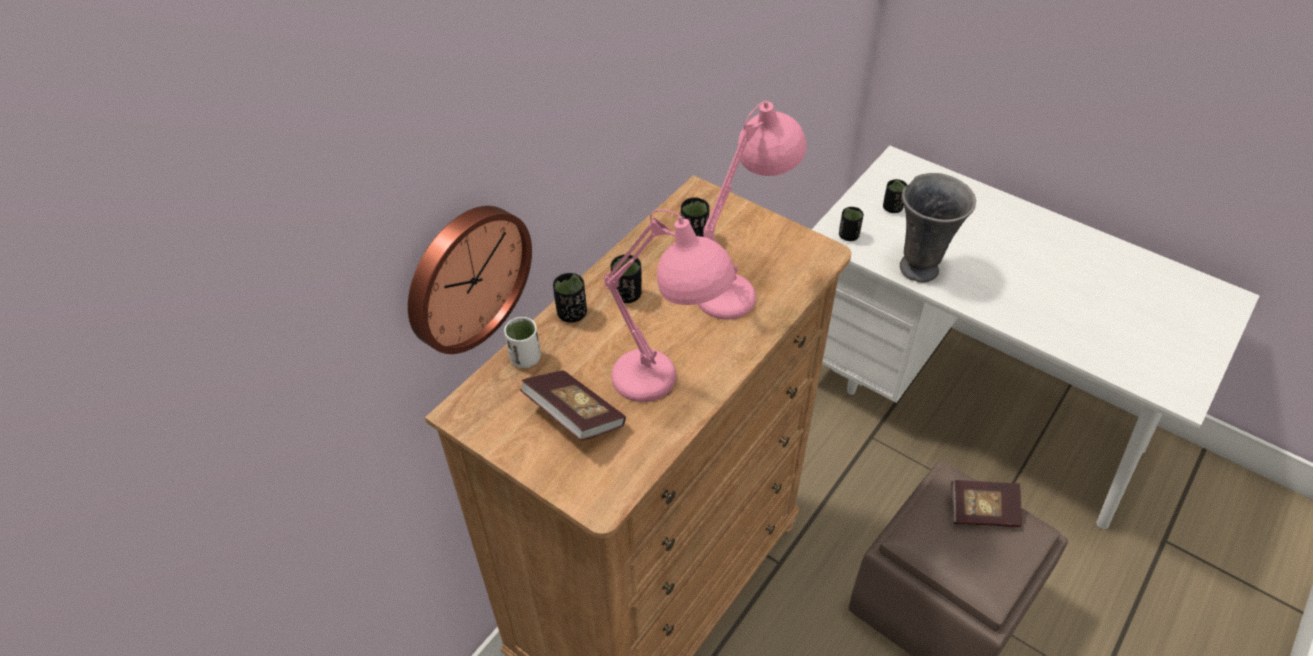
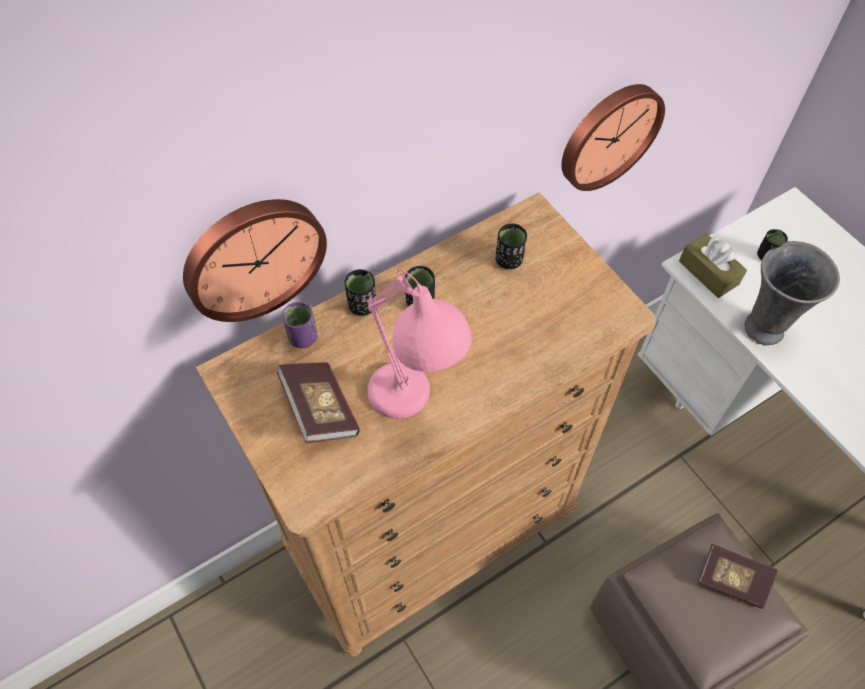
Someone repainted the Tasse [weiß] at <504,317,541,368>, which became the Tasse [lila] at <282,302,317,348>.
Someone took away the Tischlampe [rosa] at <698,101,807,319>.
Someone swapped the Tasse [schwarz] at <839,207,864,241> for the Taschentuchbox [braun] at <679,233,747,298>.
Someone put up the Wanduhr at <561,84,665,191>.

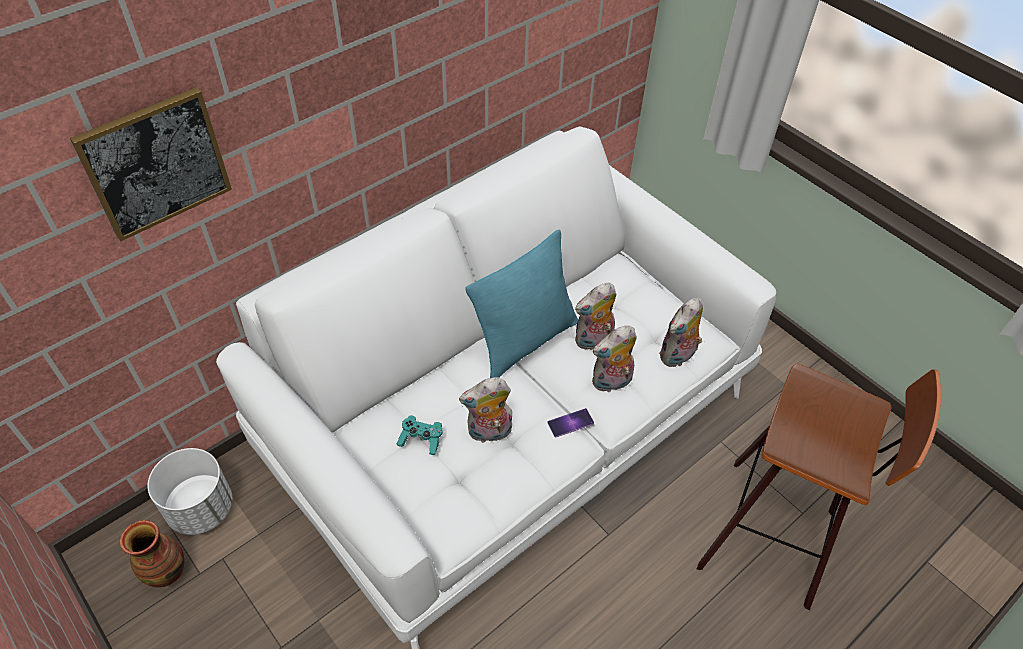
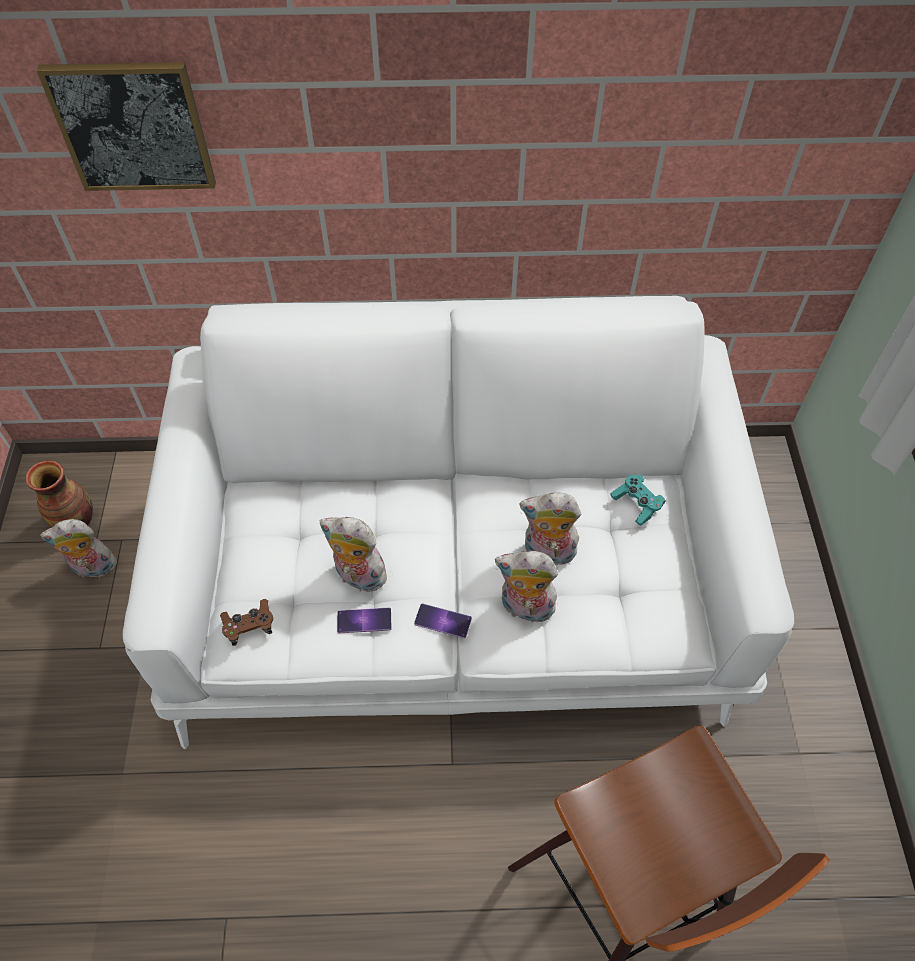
Someone took away the Pflanzkübel [weiß] at <147,448,232,535>.
Someone carried the Gamepad [türkis] from <397,415,443,455> to <610,474,666,526>.
Someone took away the Kissen [türkis] at <465,230,578,378>.
Someone carried the Plüschtier from <659,297,703,368> to <40,519,119,578>.
Someone put down the Gamepad [braun] at <220,599,273,646>.
Someone put down the Handy at <337,608,392,633>.

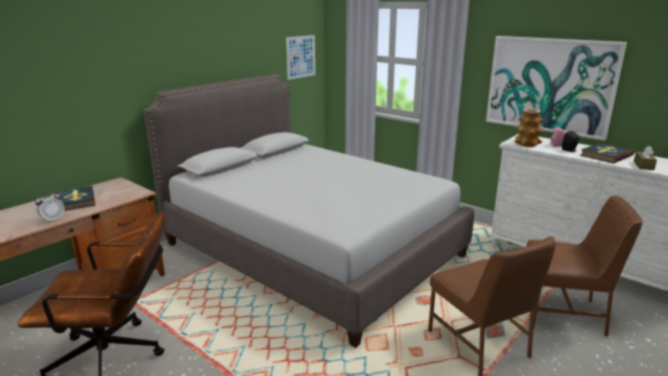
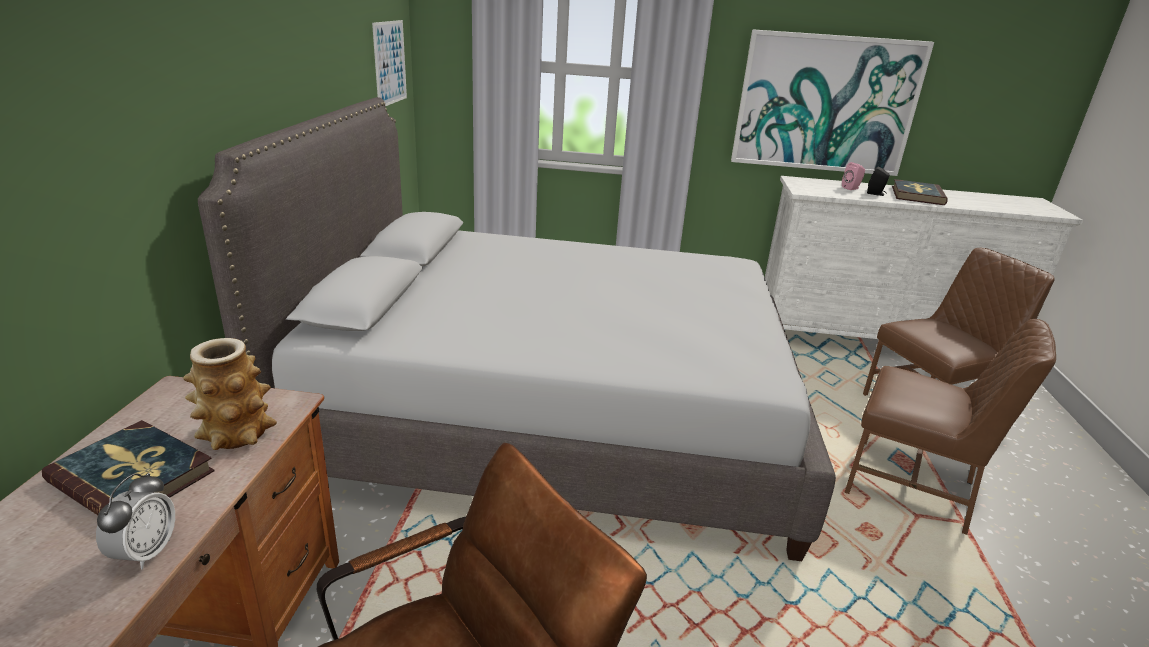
Someone carried the Vase from <514,109,543,147> to <183,338,277,450>.
Someone took away the Taschentuchbox [braun] at <634,146,657,170>.

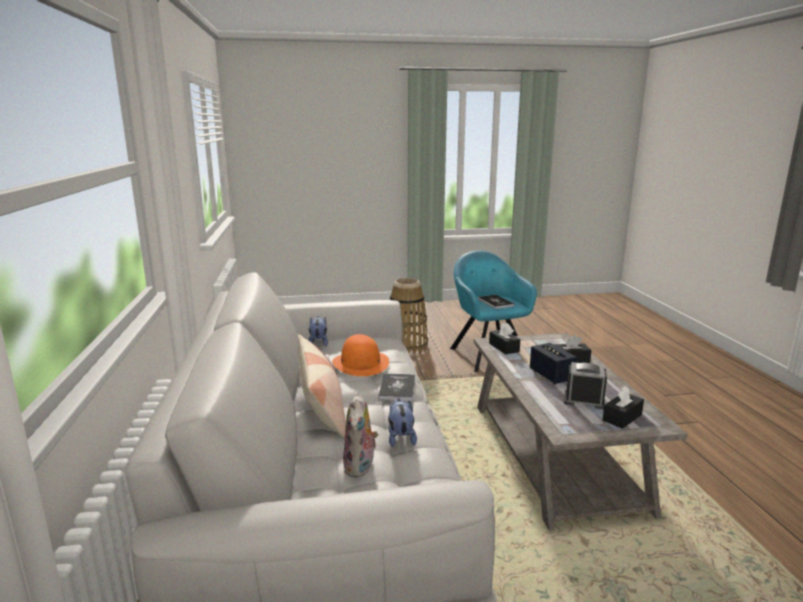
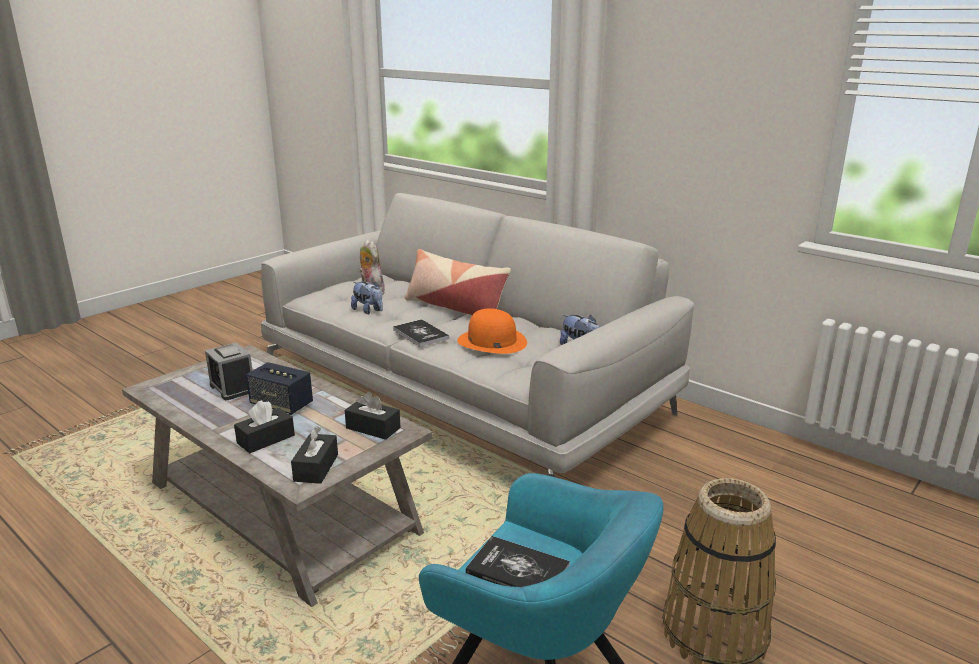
Someone rotated the Wecker at <564,362,607,409> by 75 degrees clockwise.
Someone carried the Taschentuchbox [schwarz] from <603,386,644,429> to <291,426,338,484>.

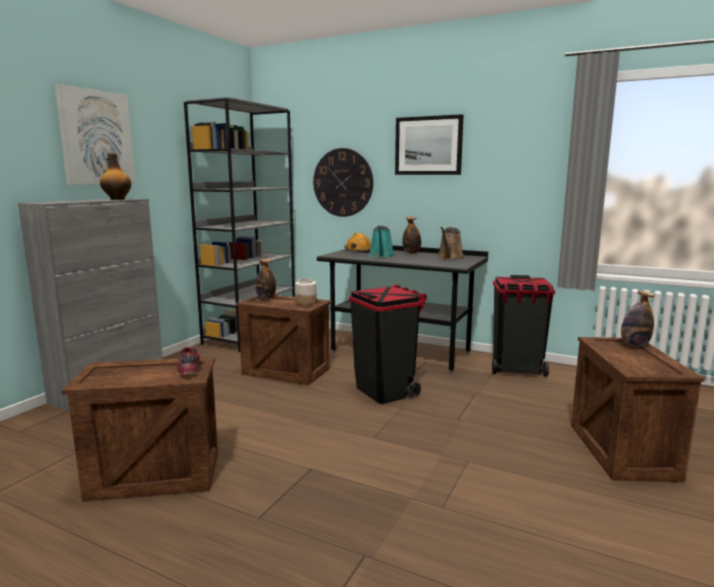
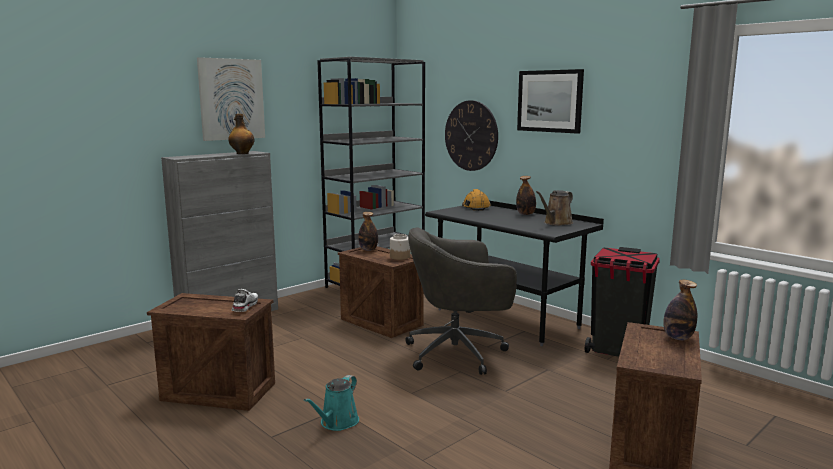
Someone repainted the Schuh [rot] at <177,347,200,375>, which became the Schuh [weiß] at <232,289,258,312>.
Someone swapped the Mülleimer [schwarz] at <349,285,427,404> for the Bürostuhl [grau] at <406,227,517,375>.
Someone carried the Gießkanne [türkis] from <369,226,395,257> to <304,375,359,431>.

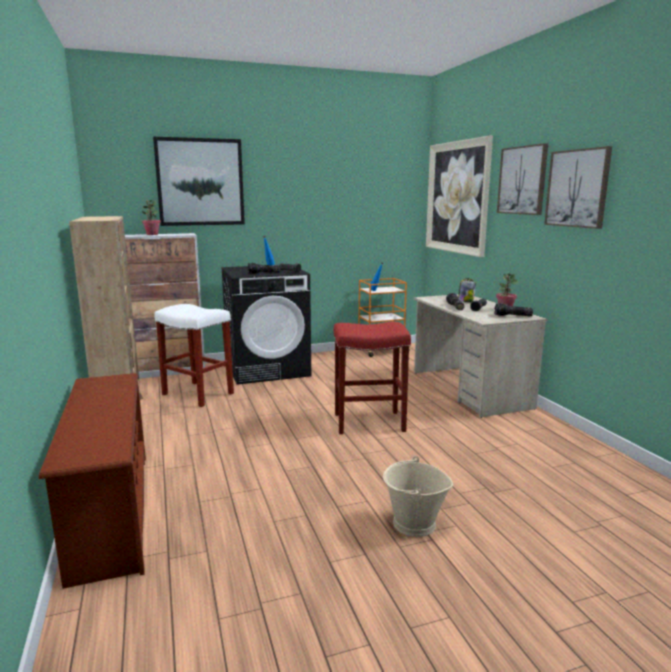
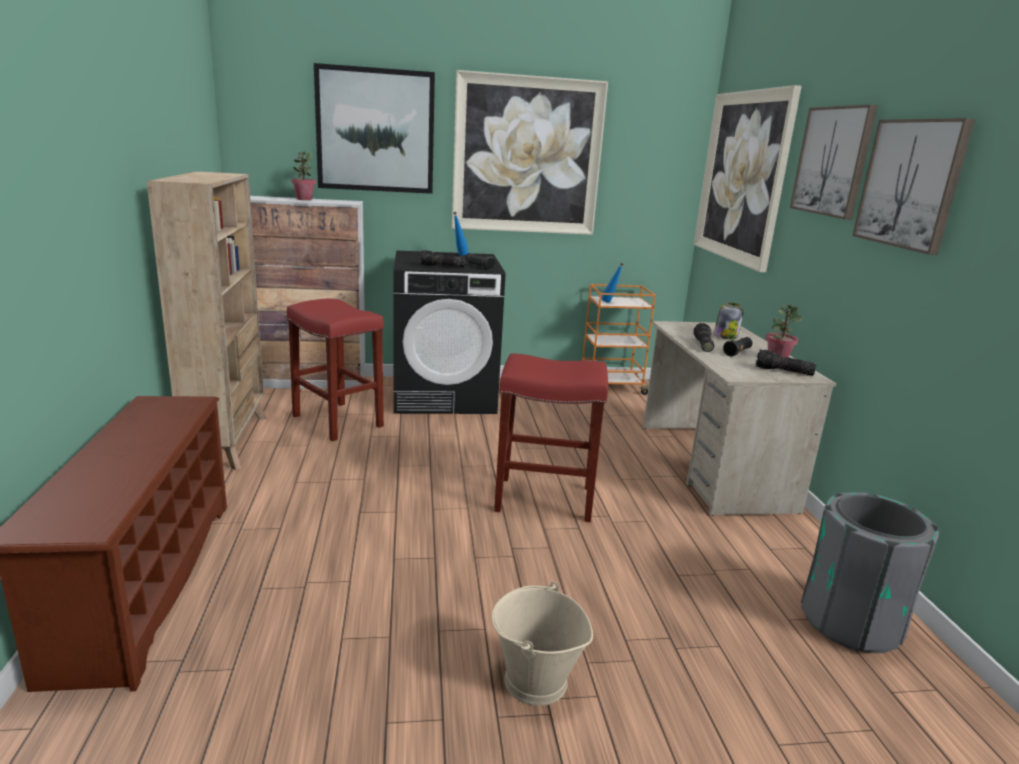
Someone repainted the Hocker [weiß] at <154,304,234,407>, which became the Hocker [rot] at <287,299,384,441>.
Someone put up the Bild at <452,70,608,235>.
Someone put down the Mülleimer [grau] at <801,492,939,653>.

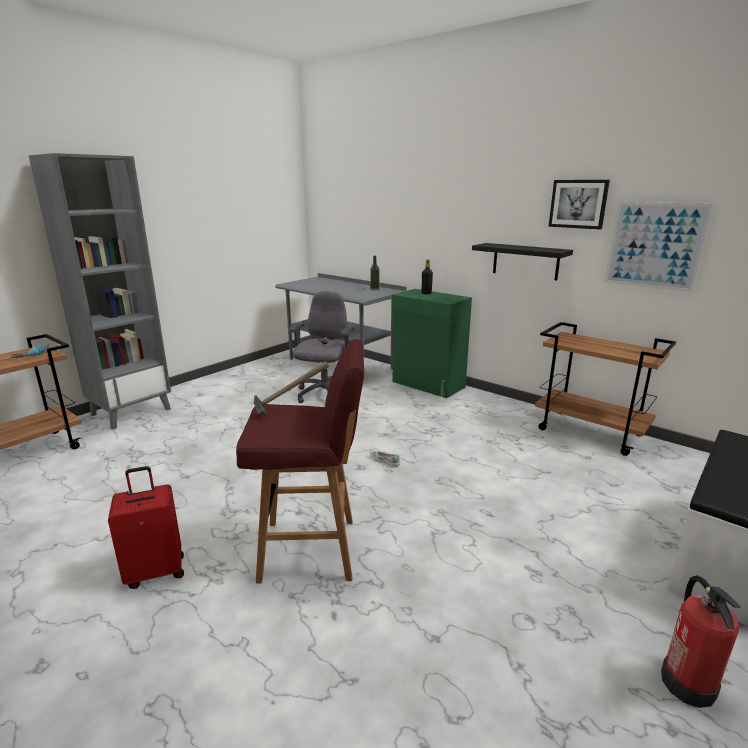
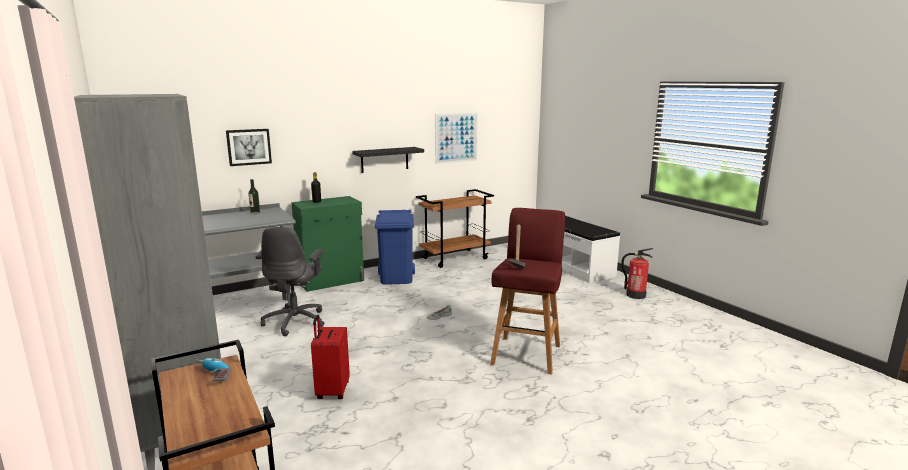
Someone carried the Koffer [rot] from <108,466,184,589> to <311,315,350,399>.
Someone rotated the Bürostuhl [grau] at <289,291,354,403> by 120 degrees counterclockwise.
Someone carried the Bild from <548,180,610,229> to <226,129,272,166>.
Someone put down the Mülleimer [blau] at <375,209,415,285>.

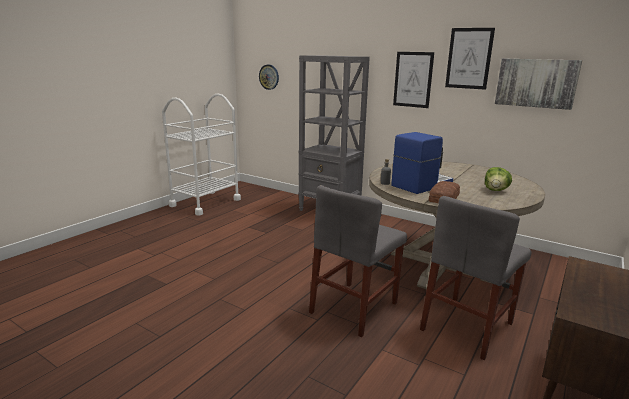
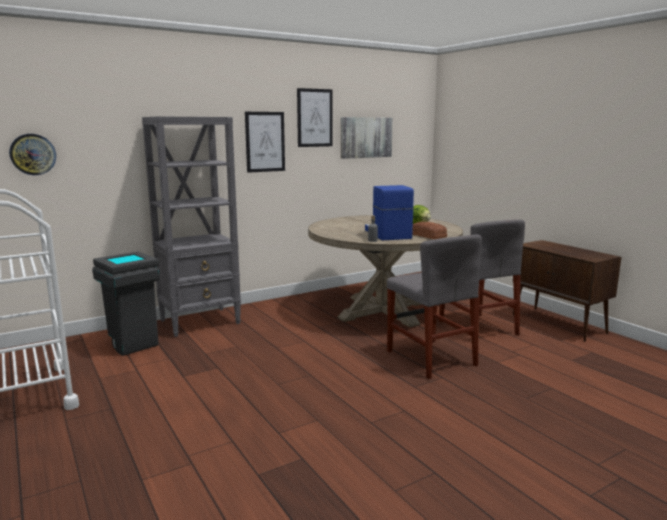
Someone put down the Mülleimer [grau] at <92,251,160,356>.

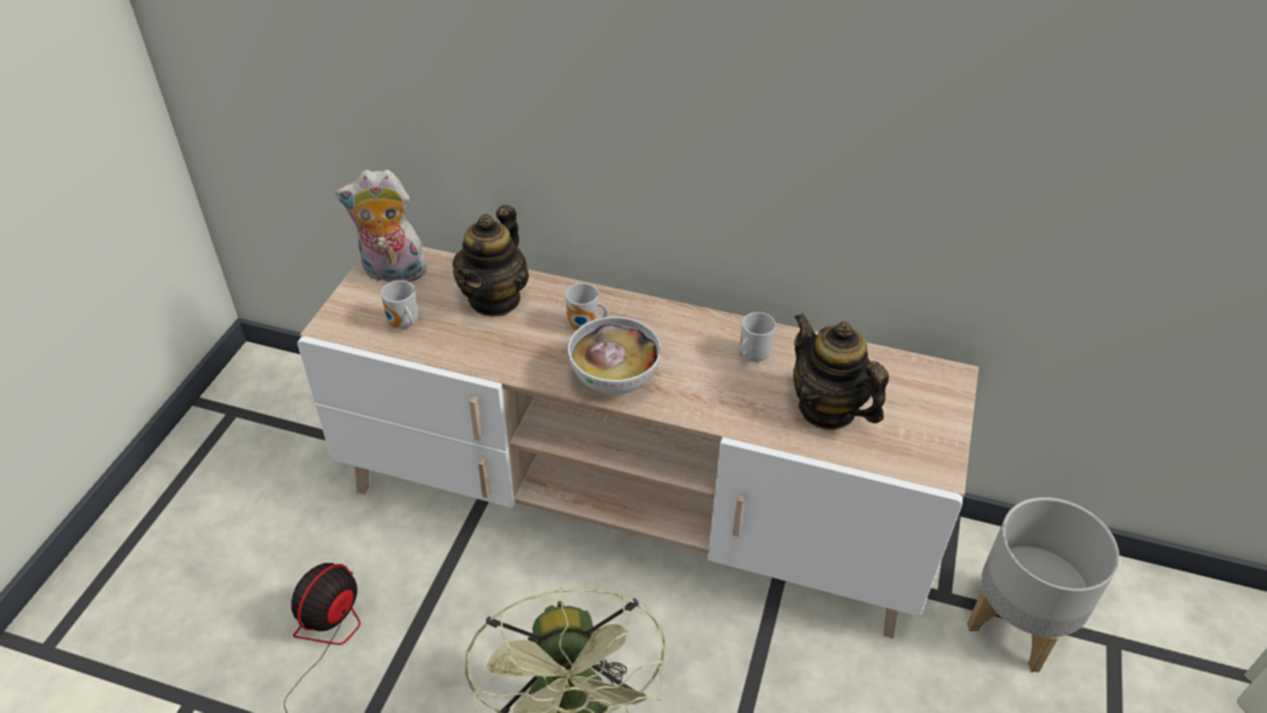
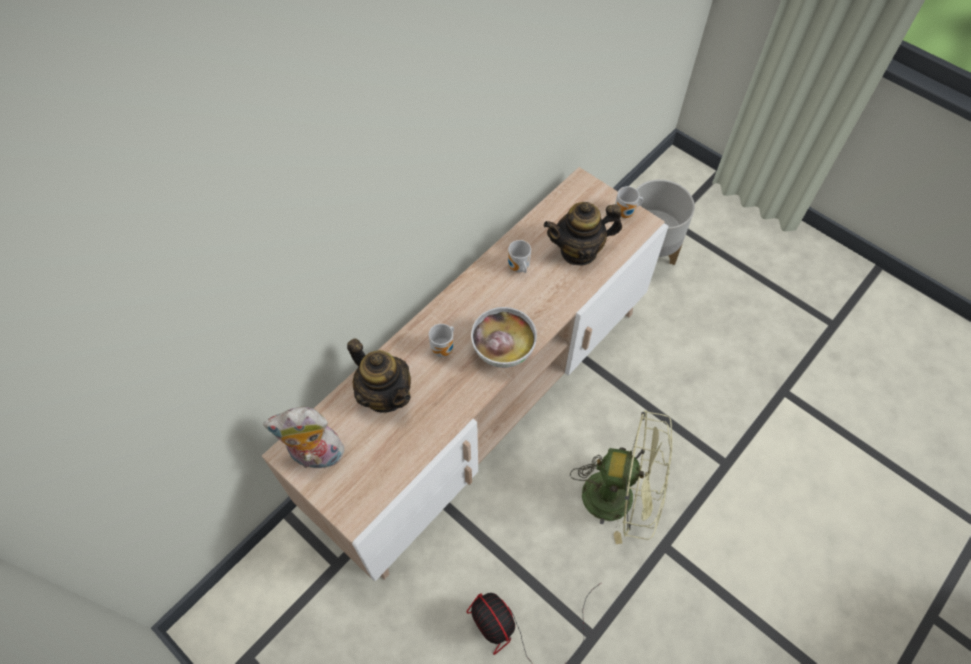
Someone rotated the Plüschtier at <336,170,429,282> by 60 degrees clockwise.
Someone carried the Henkelbecher from <381,280,418,329> to <615,186,643,218>.

